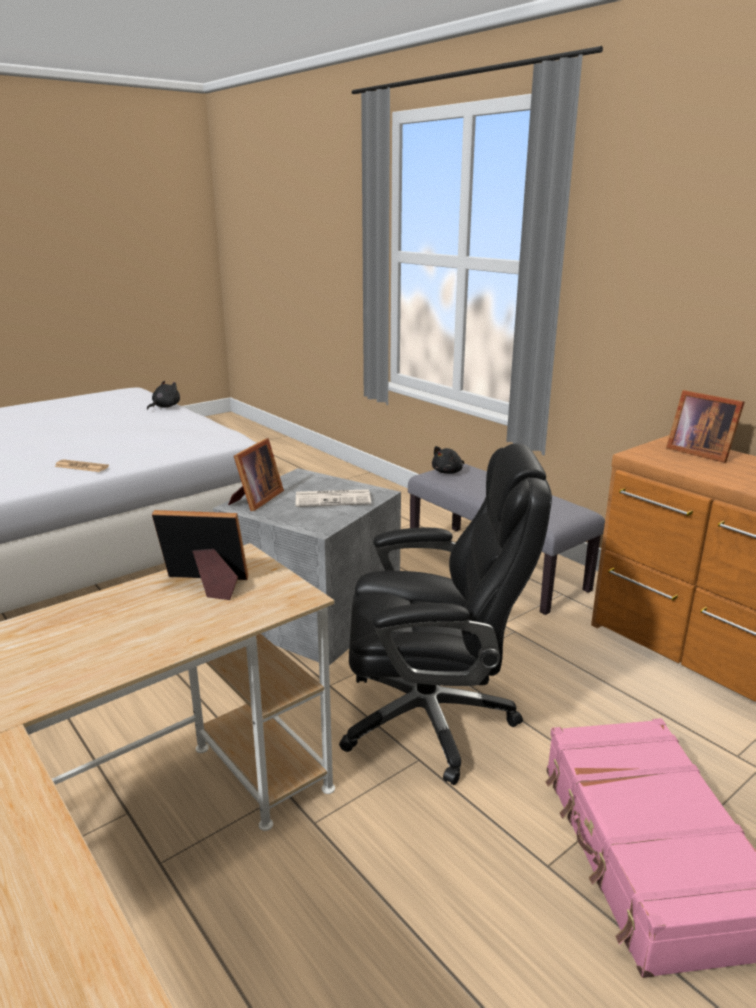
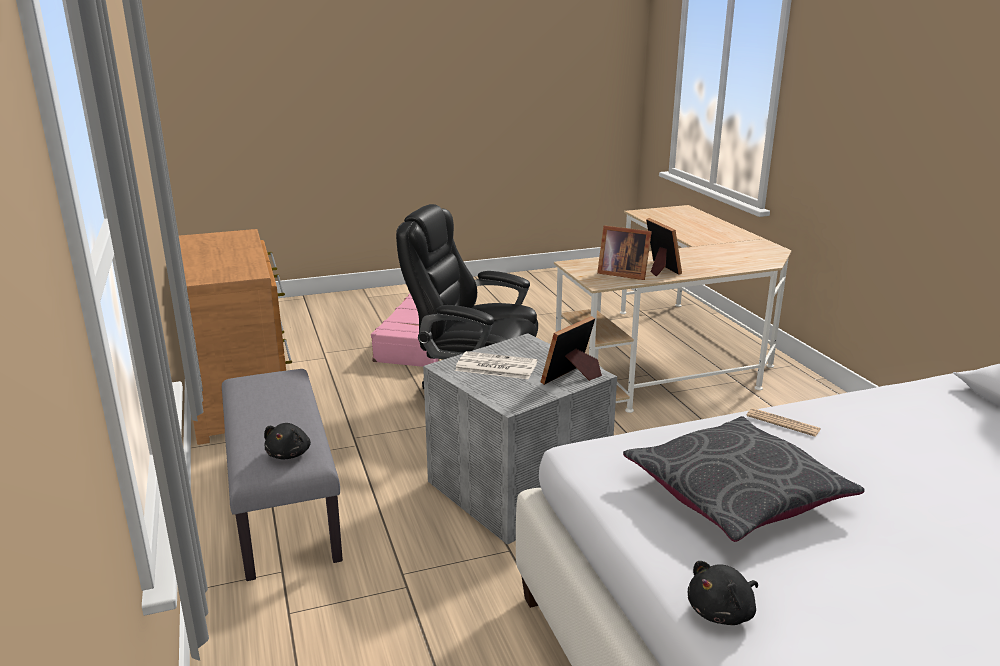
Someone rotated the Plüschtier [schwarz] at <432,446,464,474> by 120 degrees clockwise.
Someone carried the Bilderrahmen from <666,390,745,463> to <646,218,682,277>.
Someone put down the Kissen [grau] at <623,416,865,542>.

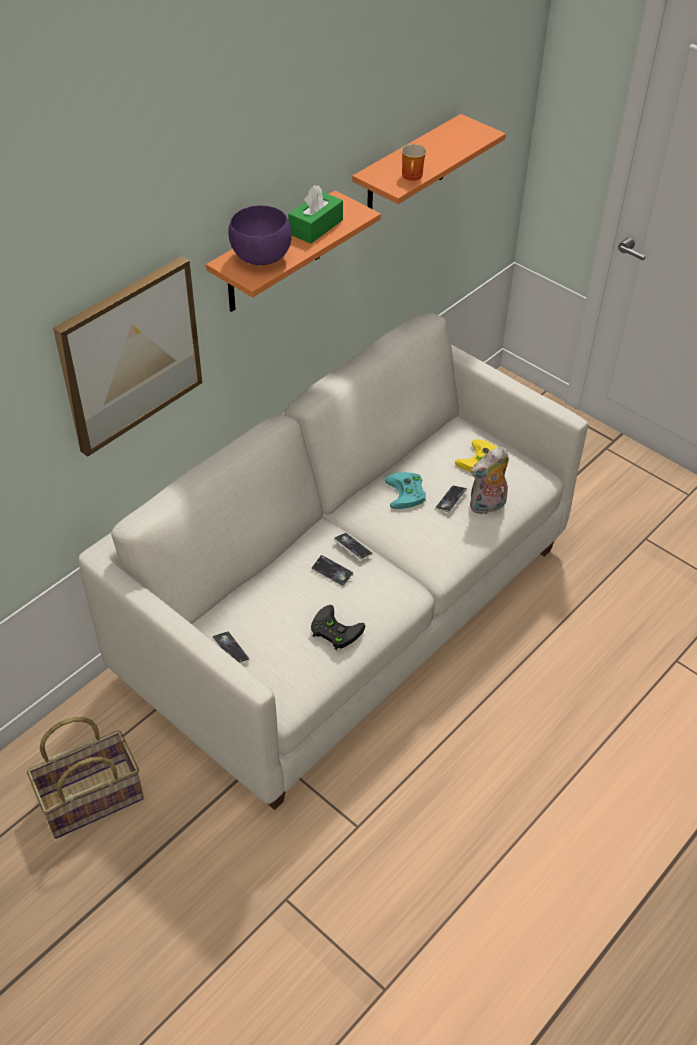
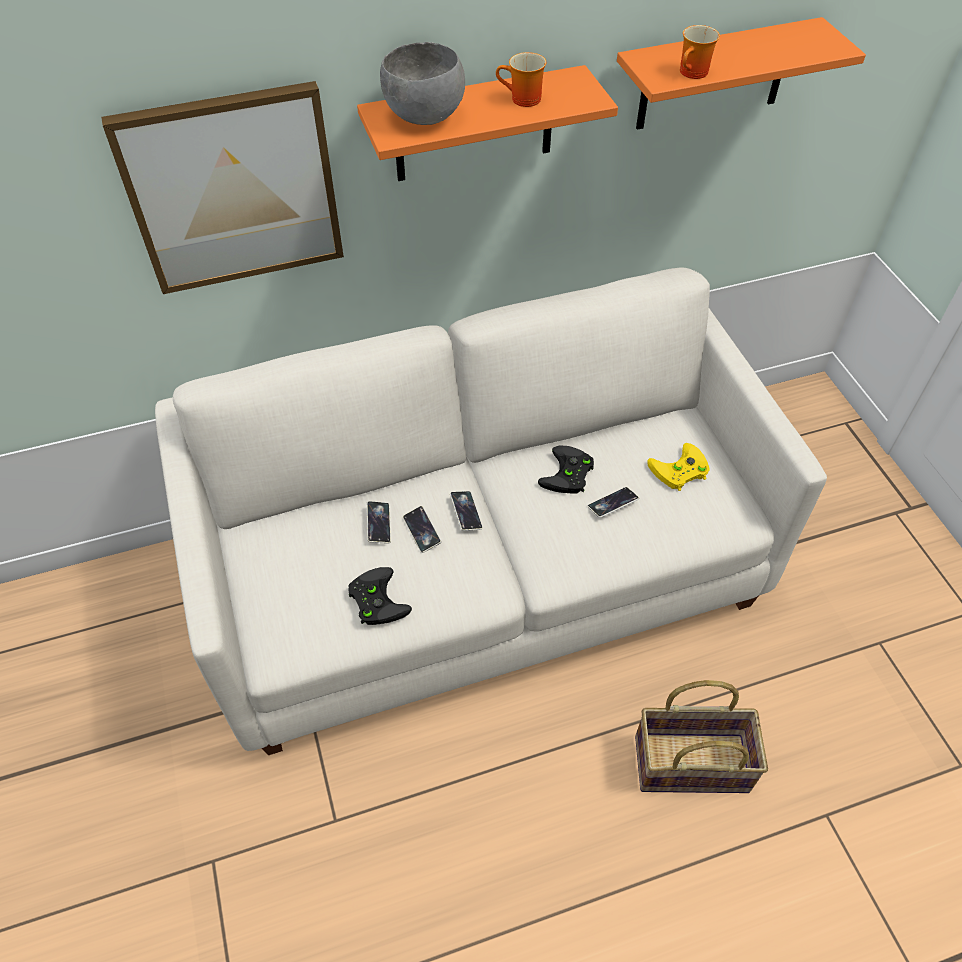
Someone carried the Korb from <27,717,144,839> to <635,680,768,793>.
Someone carried the Handy from <212,631,250,664> to <367,501,391,544>.
Someone repainted the Schüssel [lila] at <228,205,292,265>, which became the Schüssel [grau] at <380,42,465,125>.
Someone swapped the Taschentuchbox [grün] at <288,185,343,244> for the Henkelbecher at <496,52,546,107>.
Someone repainted the Gamepad [türkis] at <384,472,426,509>, which became the Gamepad [schwarz] at <538,446,594,494>.
Someone took away the Plüschtier at <470,447,509,514>.

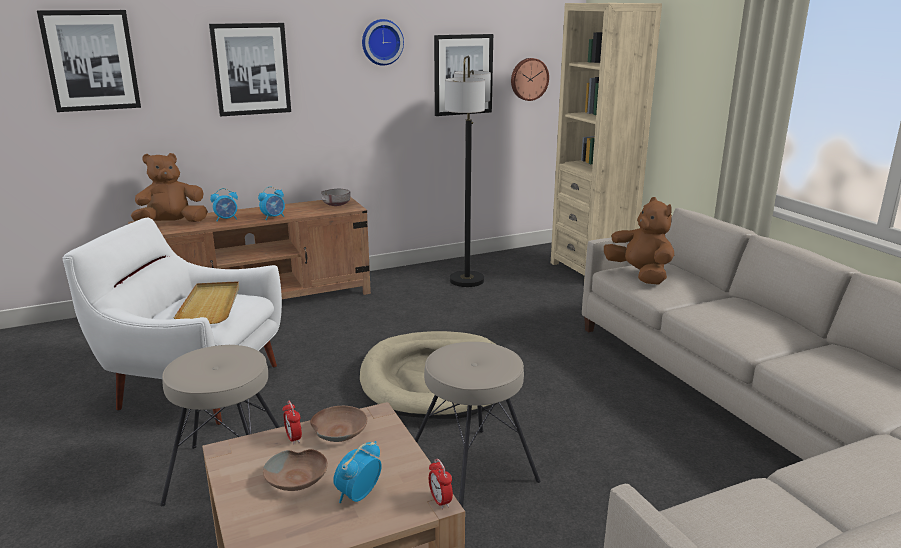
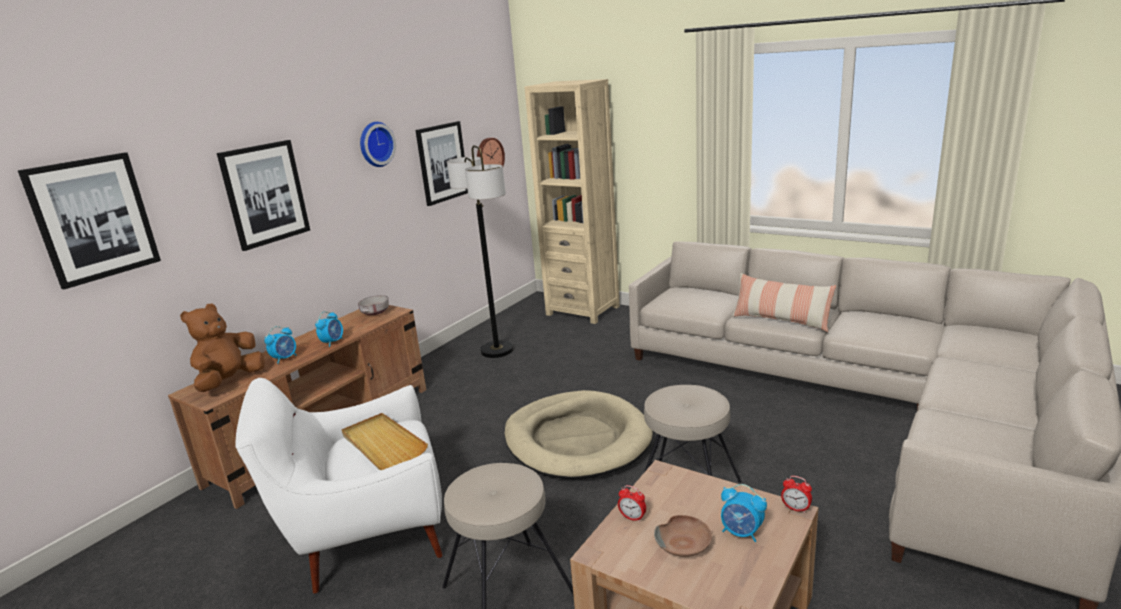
Someone took away the Schüssel [braun] at <310,406,368,442>.
Someone rotated the Wecker at <333,441,382,503> by 60 degrees counterclockwise.
Someone took away the Plüschtier [braun] at <604,197,674,285>.
Someone put down the Kissen at <732,273,836,332>.

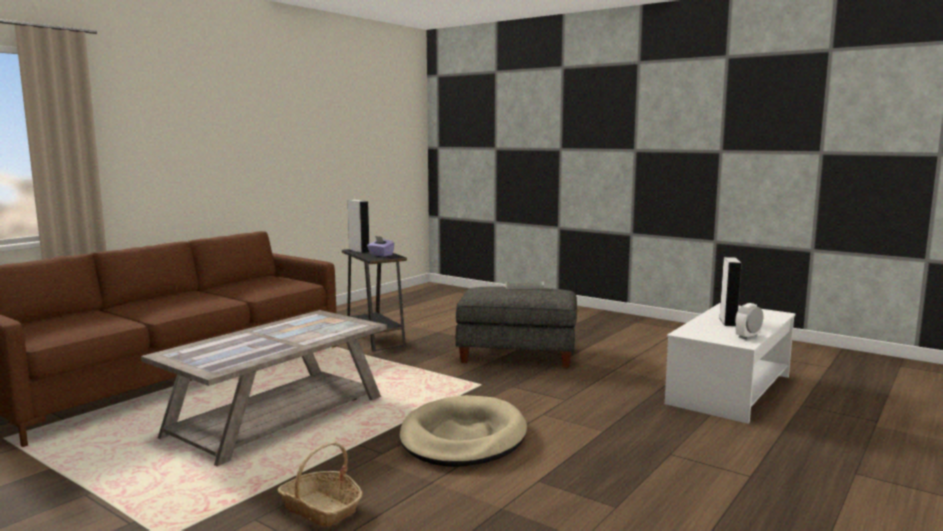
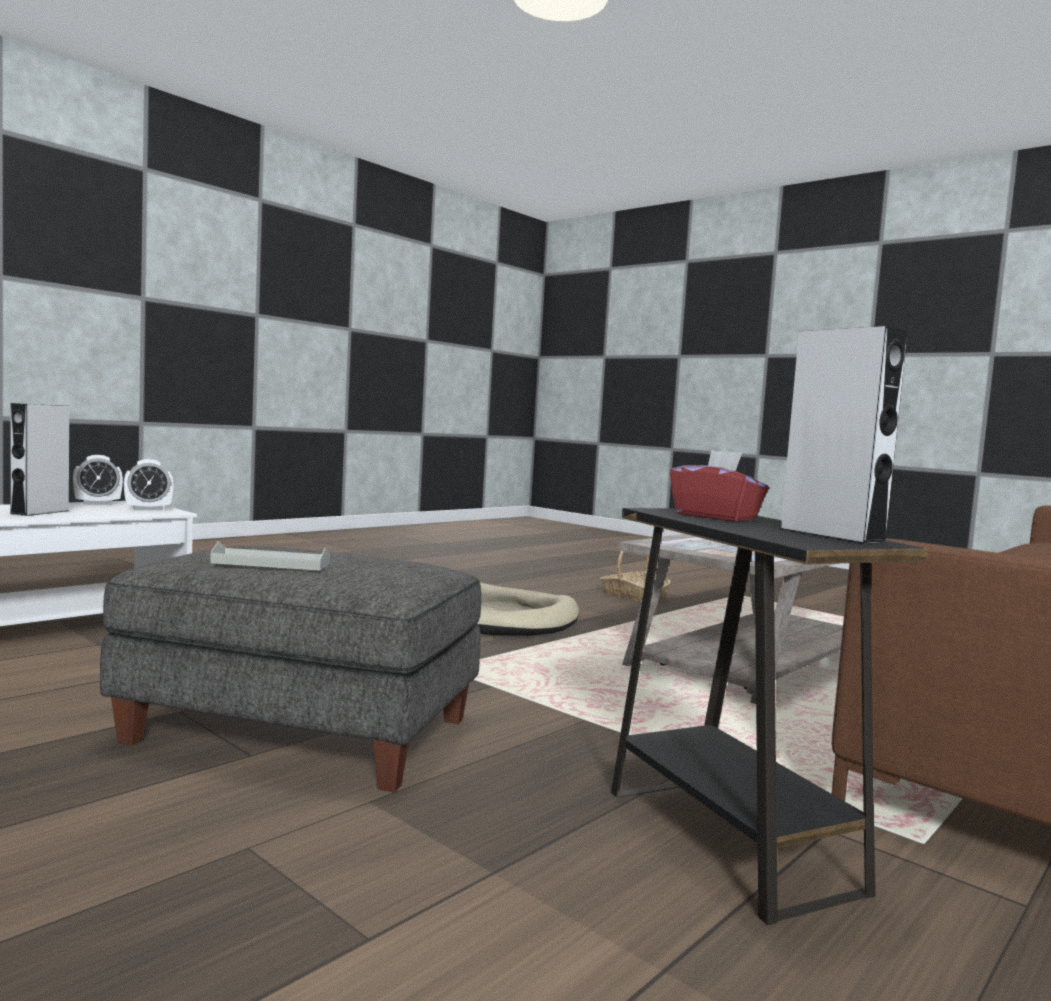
Someone repainted the Taschentuchbox [lila] at <367,236,395,257>, which became the Taschentuchbox [rot] at <670,450,769,521>.
Someone put down the Wecker at <124,459,174,510>.

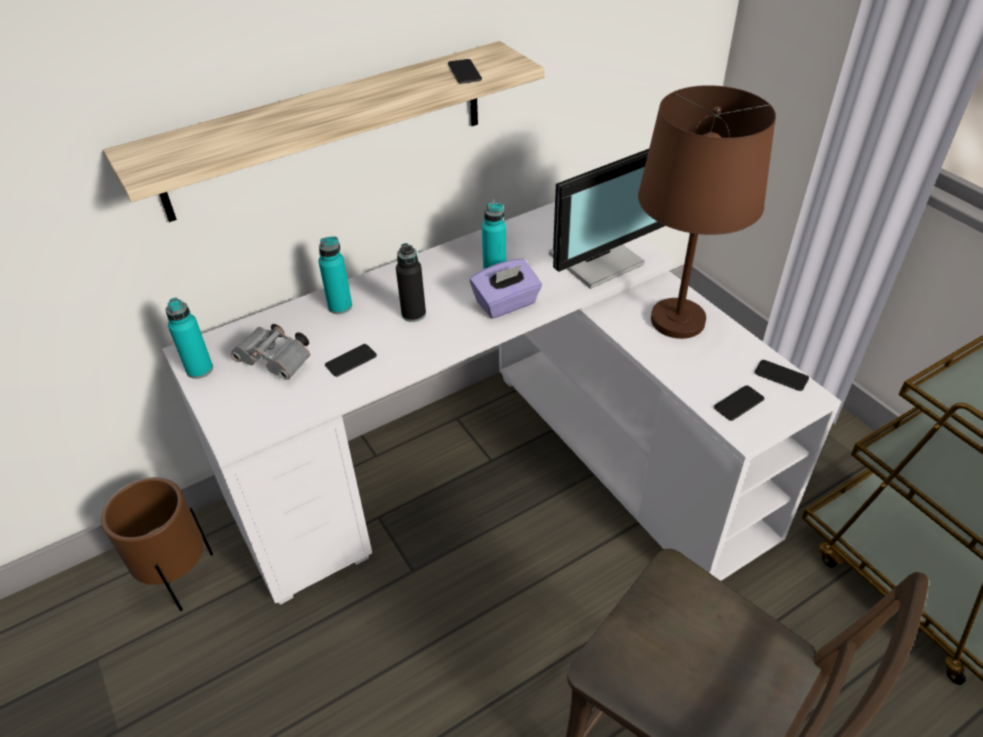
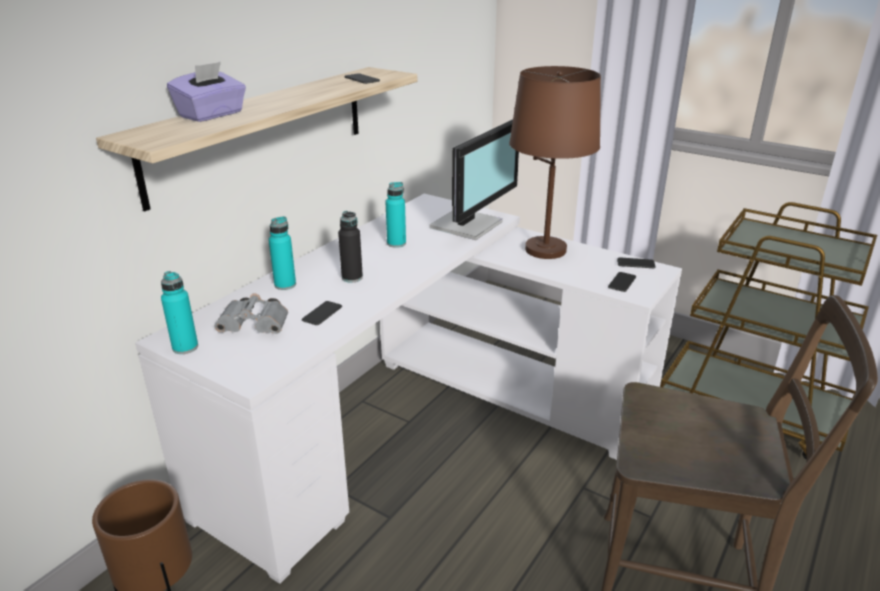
Someone carried the Taschentuchbox [lila] from <470,259,542,319> to <167,62,246,122>.

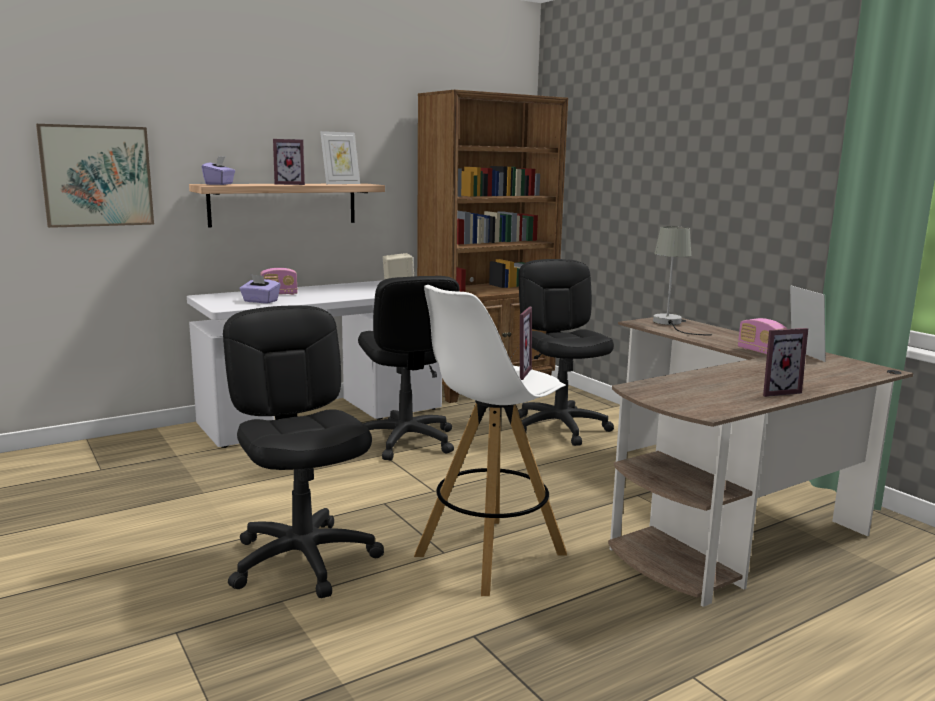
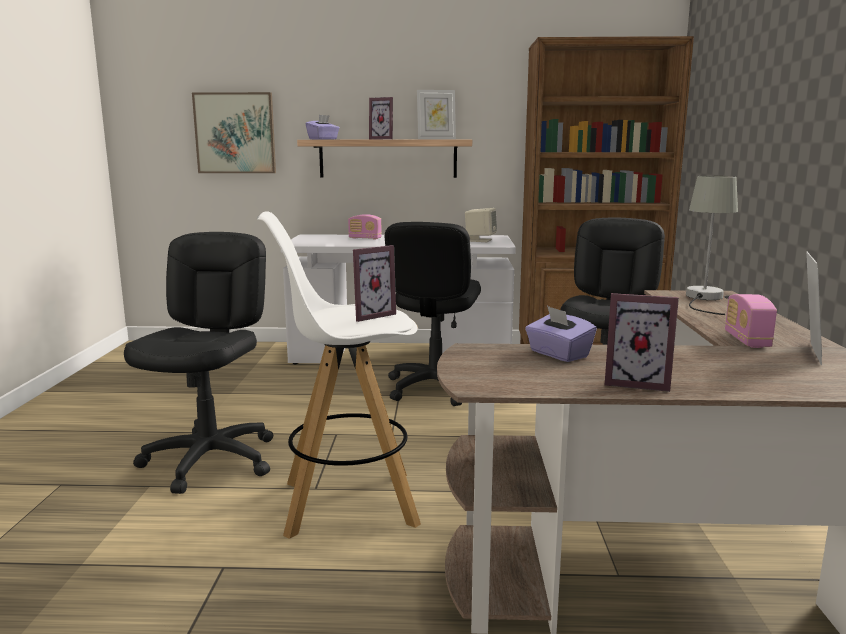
Someone carried the Taschentuchbox [lila] from <240,274,281,304> to <525,306,597,362>.

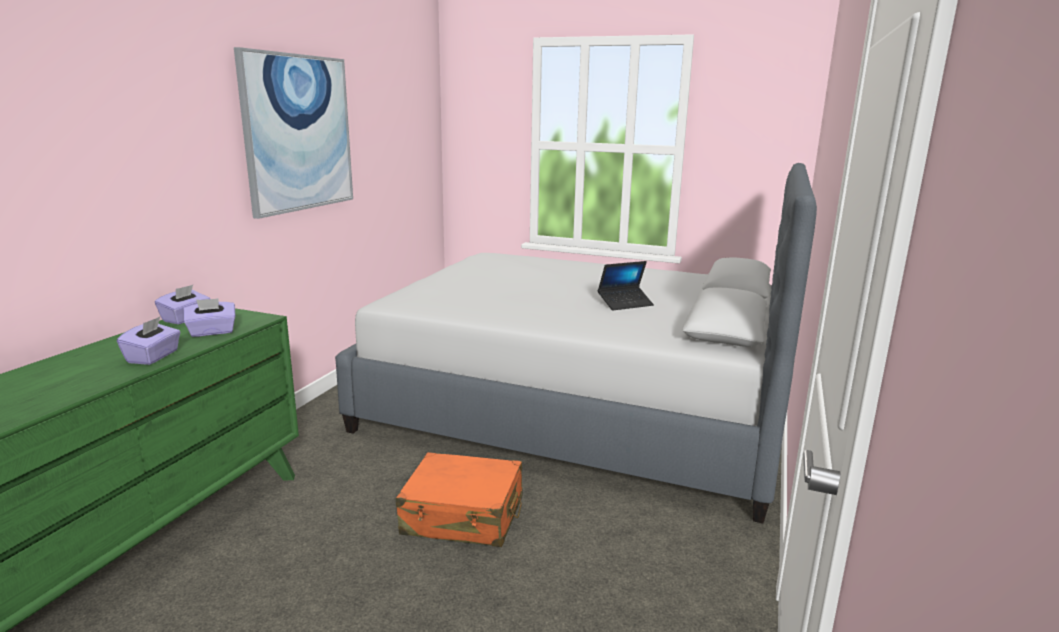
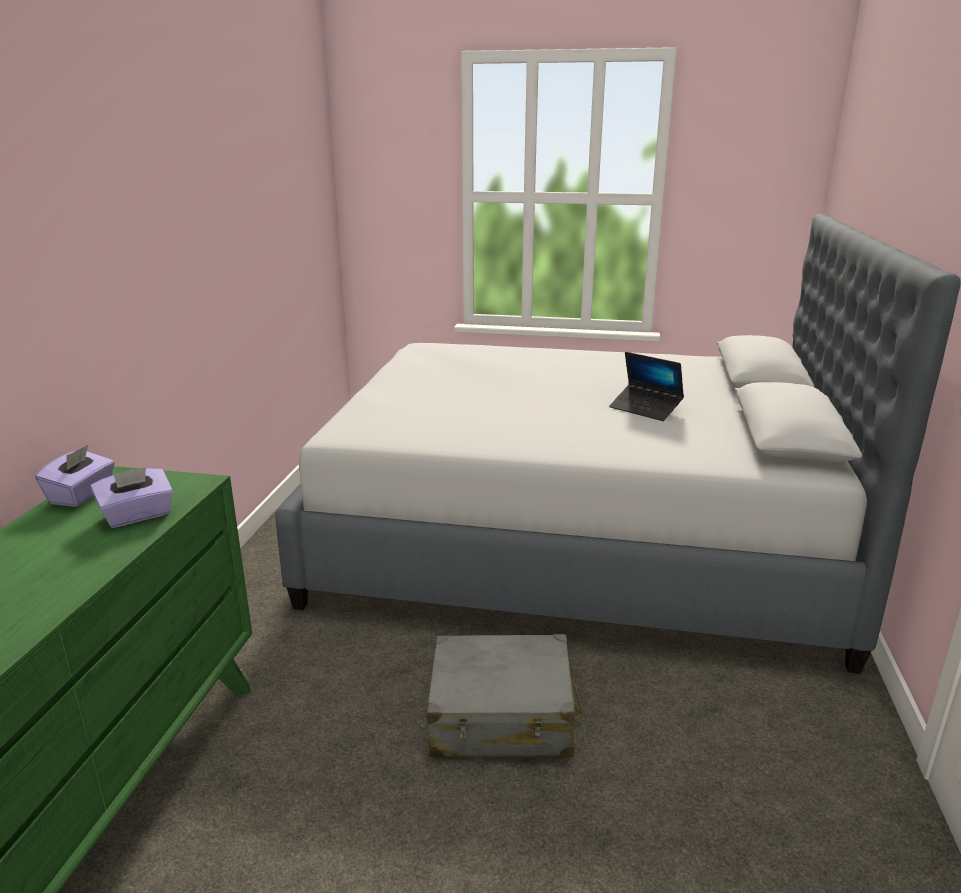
Someone took away the Taschentuchbox [lila] at <117,317,181,365>.
Someone took away the Bild at <234,47,353,219>.
Someone repainted the Koffer [orange] at <396,452,523,547>, which became the Koffer [grau] at <427,634,583,757>.
Someone rotated the Laptop at <598,261,654,310> by 75 degrees clockwise.

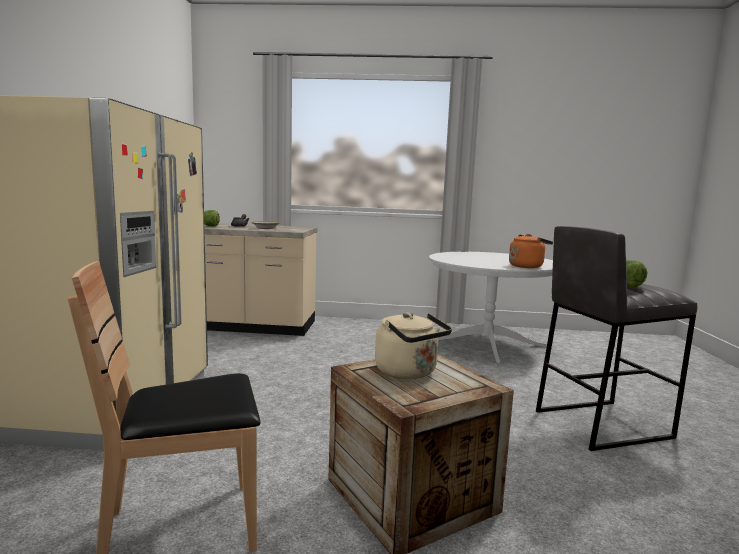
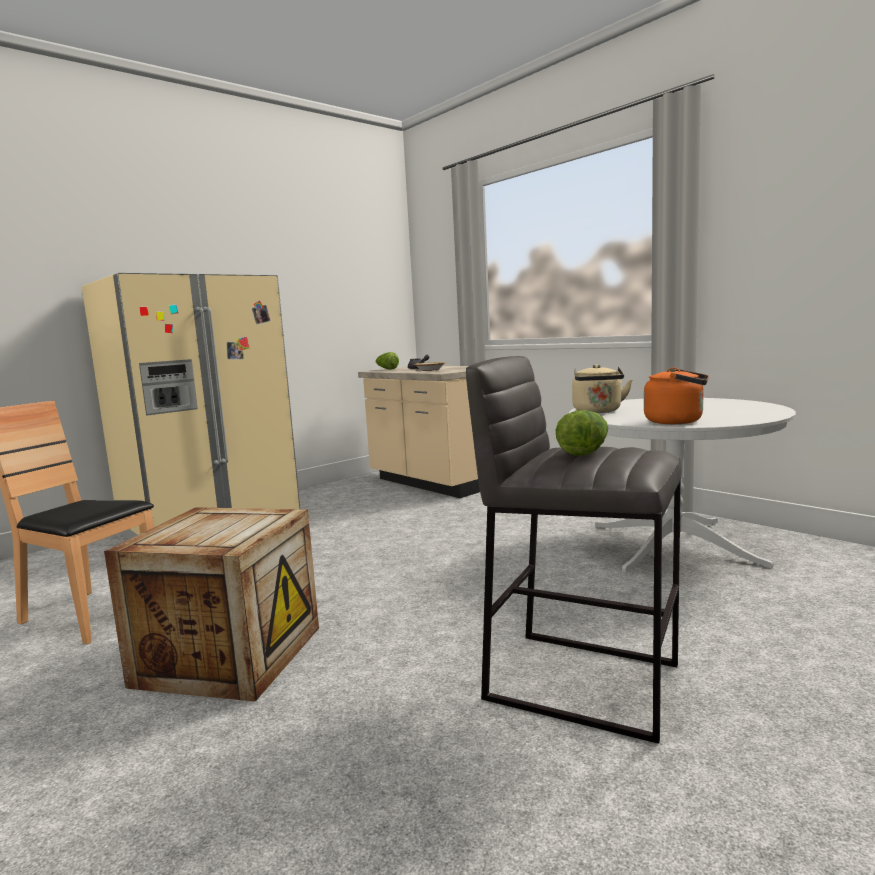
Someone carried the Wasserkessel [beige] from <375,312,452,379> to <572,364,632,413>.

